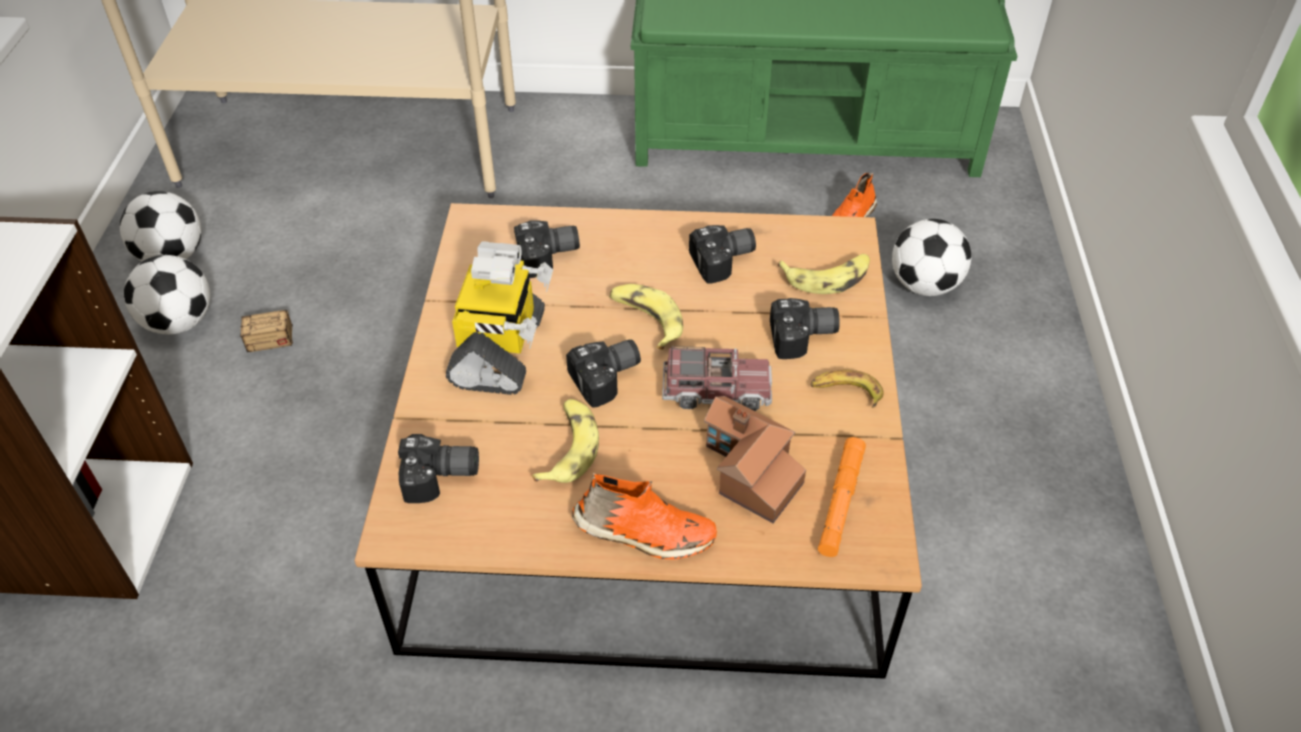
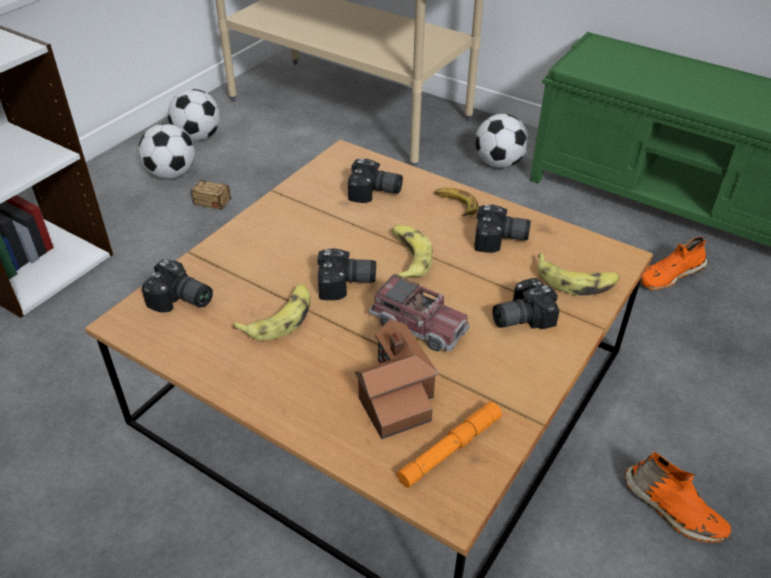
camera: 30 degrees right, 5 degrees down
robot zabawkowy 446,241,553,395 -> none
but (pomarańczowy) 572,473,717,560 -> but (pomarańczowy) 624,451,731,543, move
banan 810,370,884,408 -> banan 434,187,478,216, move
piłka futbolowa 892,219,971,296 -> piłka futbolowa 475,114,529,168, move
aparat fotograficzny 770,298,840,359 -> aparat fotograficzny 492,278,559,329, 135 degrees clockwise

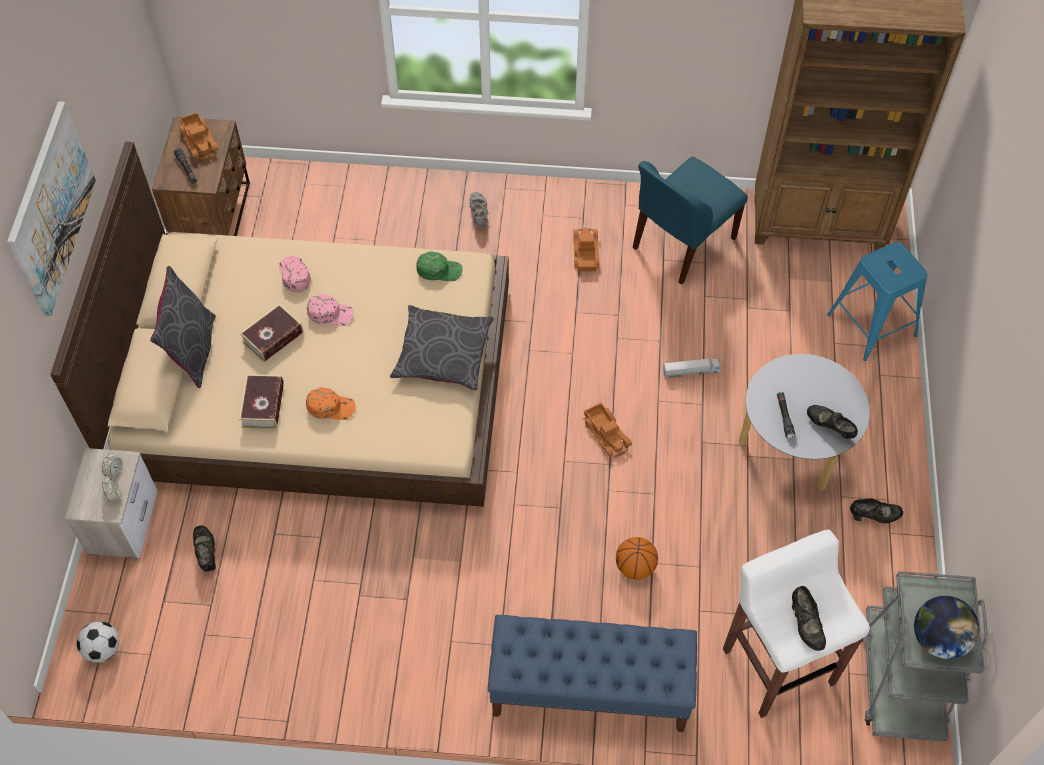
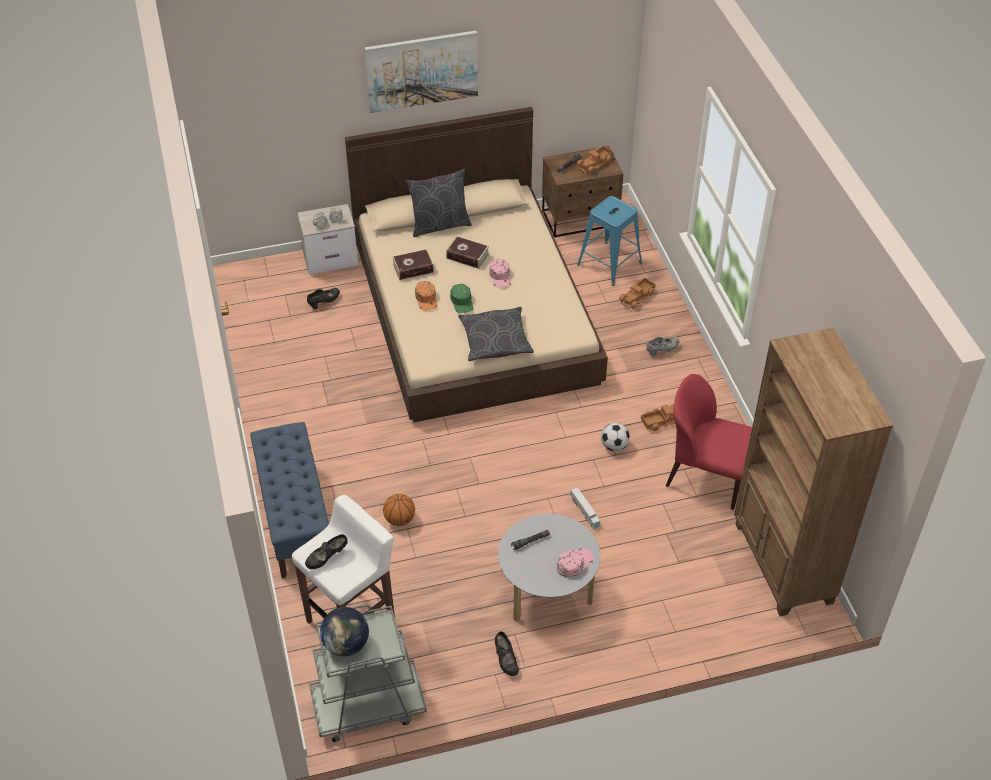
camera: 70 degrees right, 10 degrees down
but (czarny) 807,405,858,439 -> none
piłka futbolowa 77,621,119,663 -> piłka futbolowa 601,423,630,451, move
czapka z daszkiem (różowy) 279,256,311,292 -> czapka z daszkiem (różowy) 557,548,593,577, move
czapka z daszkiem (zielony) 416,251,462,281 -> czapka z daszkiem (zielony) 450,284,474,313, move
ciężarówka zabawkowa 583,403,632,457 -> ciężarówka zabawkowa 619,277,655,309, move
stołek (niebieski) 827,242,928,361 -> stołek (niebieski) 577,196,642,286, move
krzesło (niebieski) 633,157,748,285 -> krzesło (czerwony) 666,374,752,510

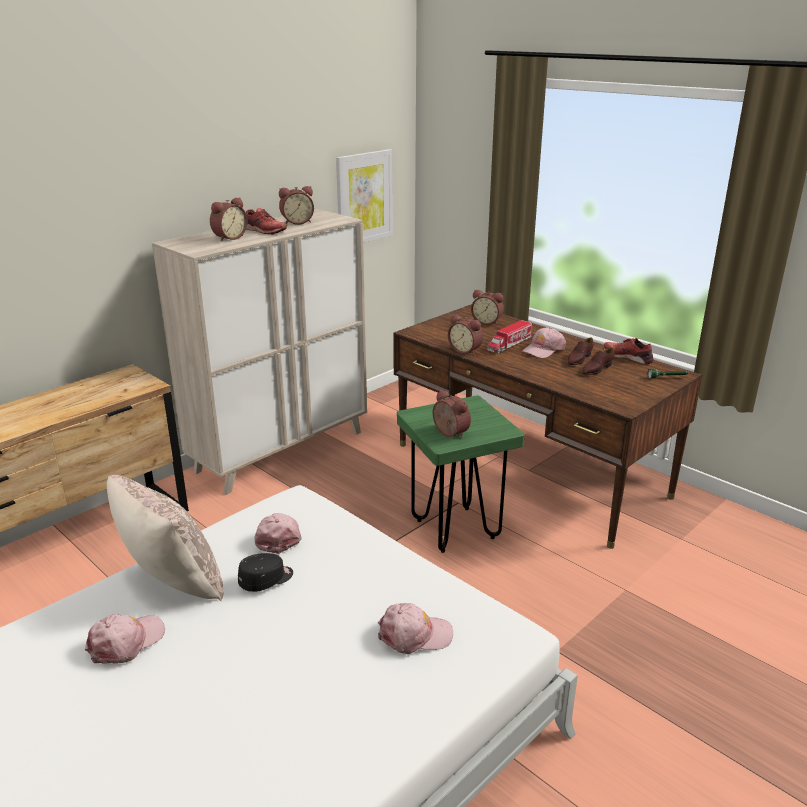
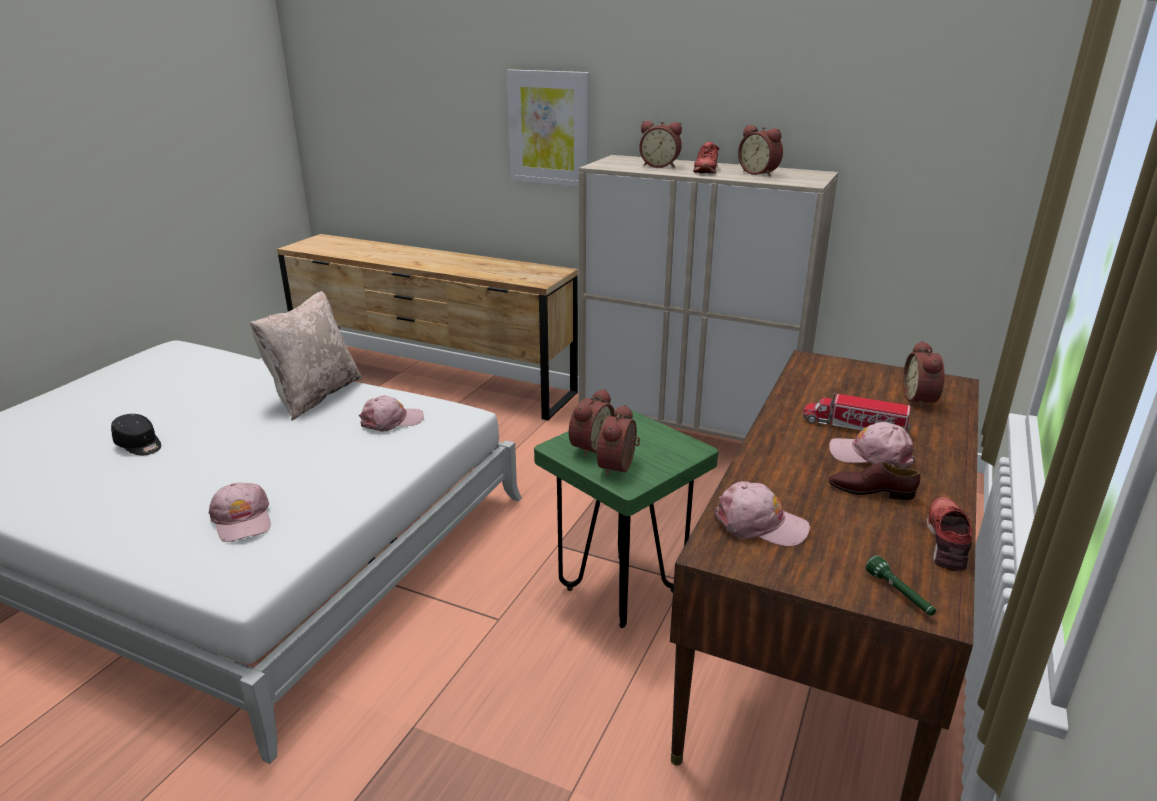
camera: 70 degrees right, 0 degrees up
but (brązowy) 582,348,614,375 -> none
czapka z daszkiem (różowy) 85,614,165,664 -> czapka z daszkiem (różowy) 714,481,811,546, move
czapka z daszkiem (czarny) 238,553,293,592 -> czapka z daszkiem (czarny) 111,414,161,455, move
obraz 336,149,393,243 -> obraz 507,69,589,187, move
budzik 448,314,483,355 -> budzik 597,404,640,477, move

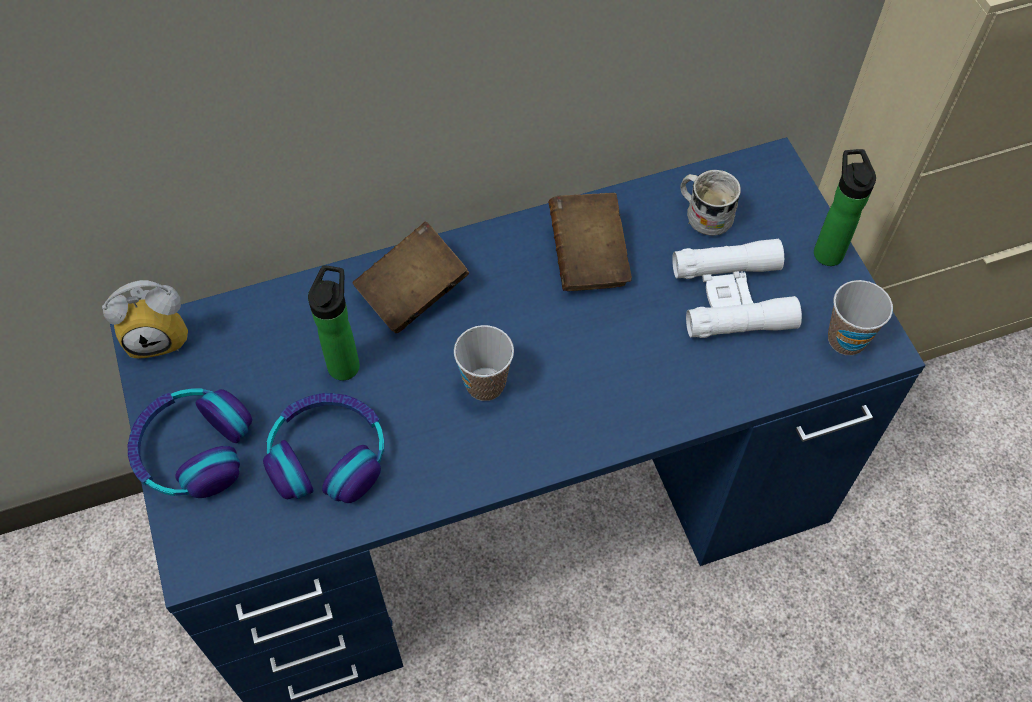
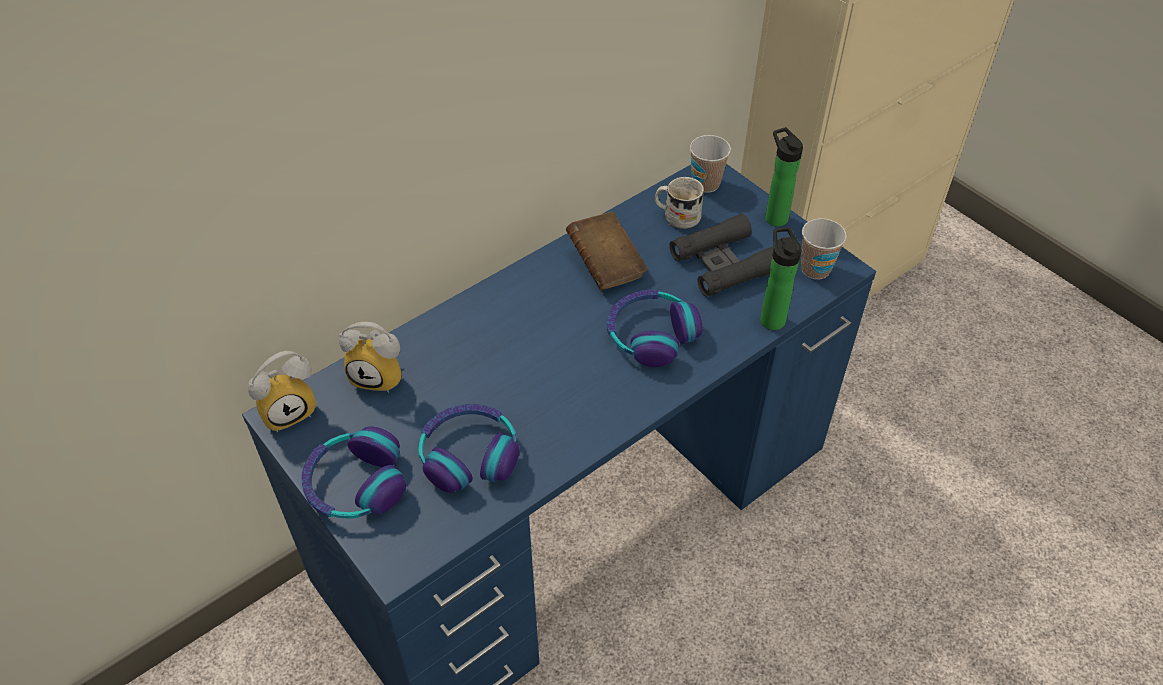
camera: 20 degrees left, 10 degrees down
książka (brązowy) 353,221,469,333 -> none
none -> budzik 339,322,401,393
none -> słuchawki 607,289,702,367
butelka 308,265,360,380 -> butelka 760,227,802,330, move
filiżanka 454,325,514,401 -> filiżanka 690,135,731,193, move
lornetka (biały) 672,239,802,338 -> lornetka (czarny) 669,214,774,297

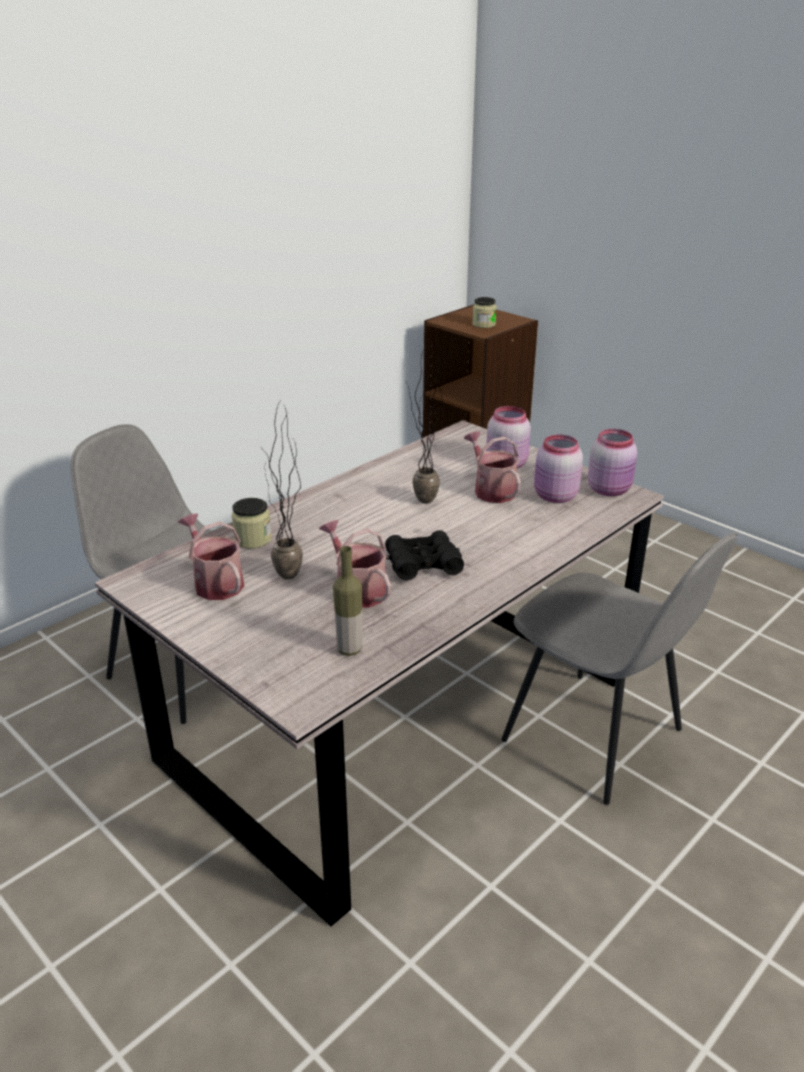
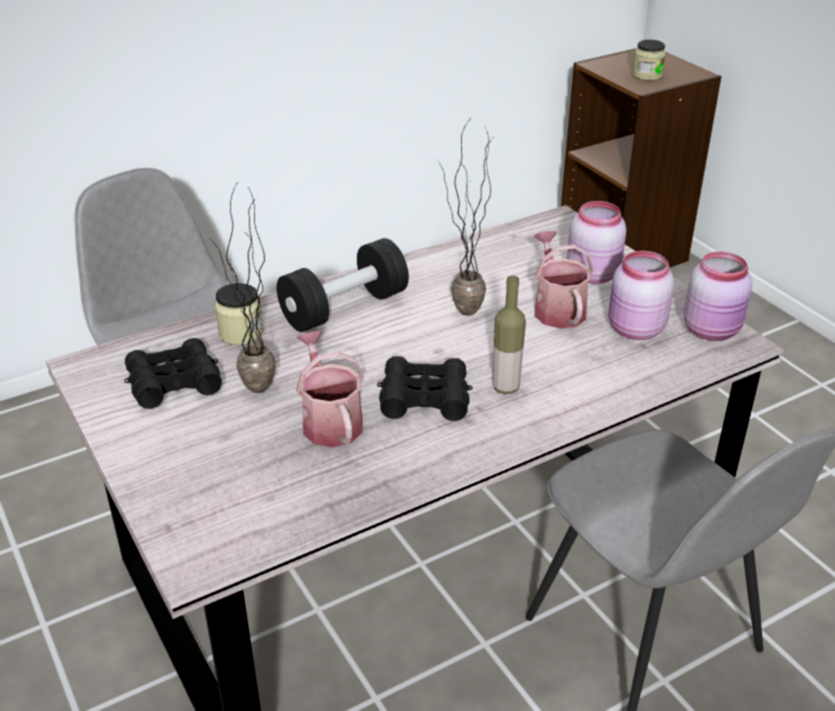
camera: 15 degrees right, 5 degrees up
none -> hantel (czarny) 277,238,409,332
butelka 333,546,362,656 -> butelka 493,276,526,394, move
konewka 178,513,244,600 -> lornetka (czarny) 124,338,222,409

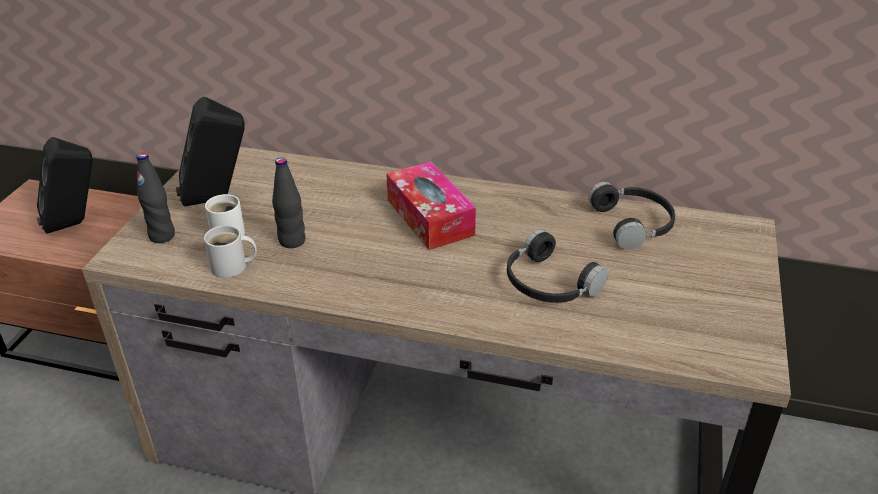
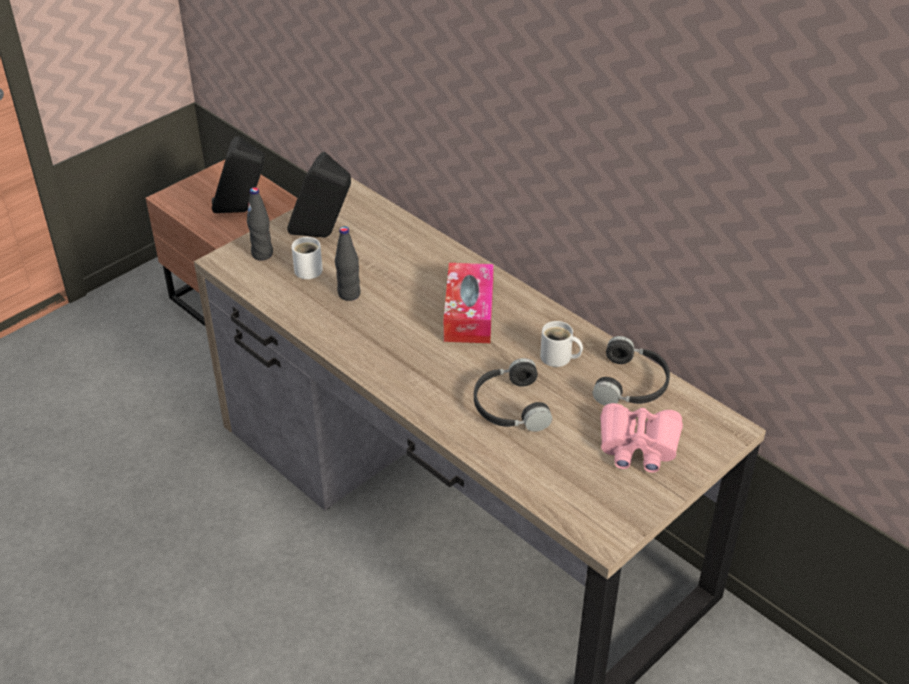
camera: 30 degrees right, 5 degrees up
none -> lornetka (różowy) 600,403,683,473
kubek (biały) 204,225,257,278 -> kubek (biały) 540,321,583,367, move

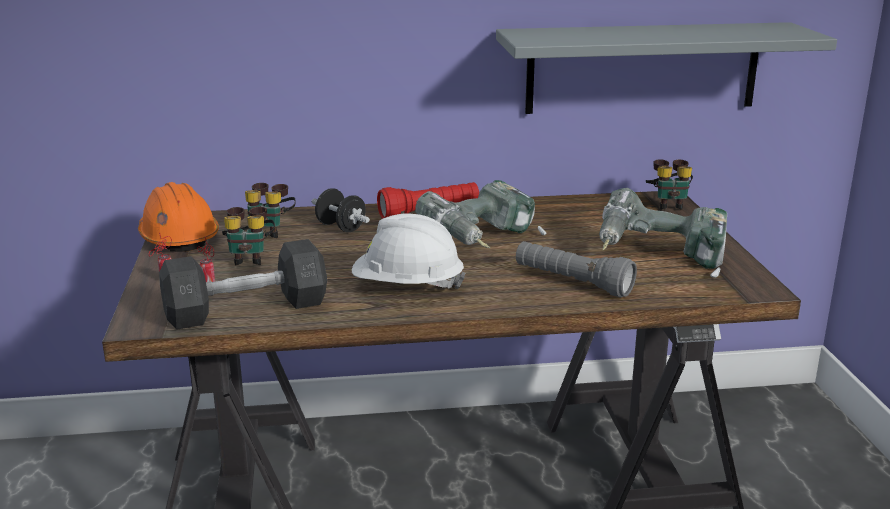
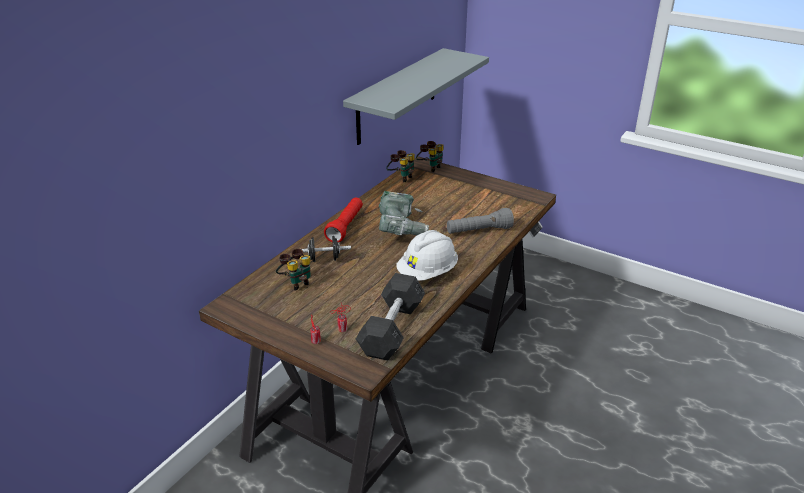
camera: 50 degrees left, 10 degrees up
kask (pomarańczowy) 138,182,219,252 -> none
wiertarka 599,188,727,278 -> none
lornetka 222,207,275,266 -> lornetka 386,150,415,182, move

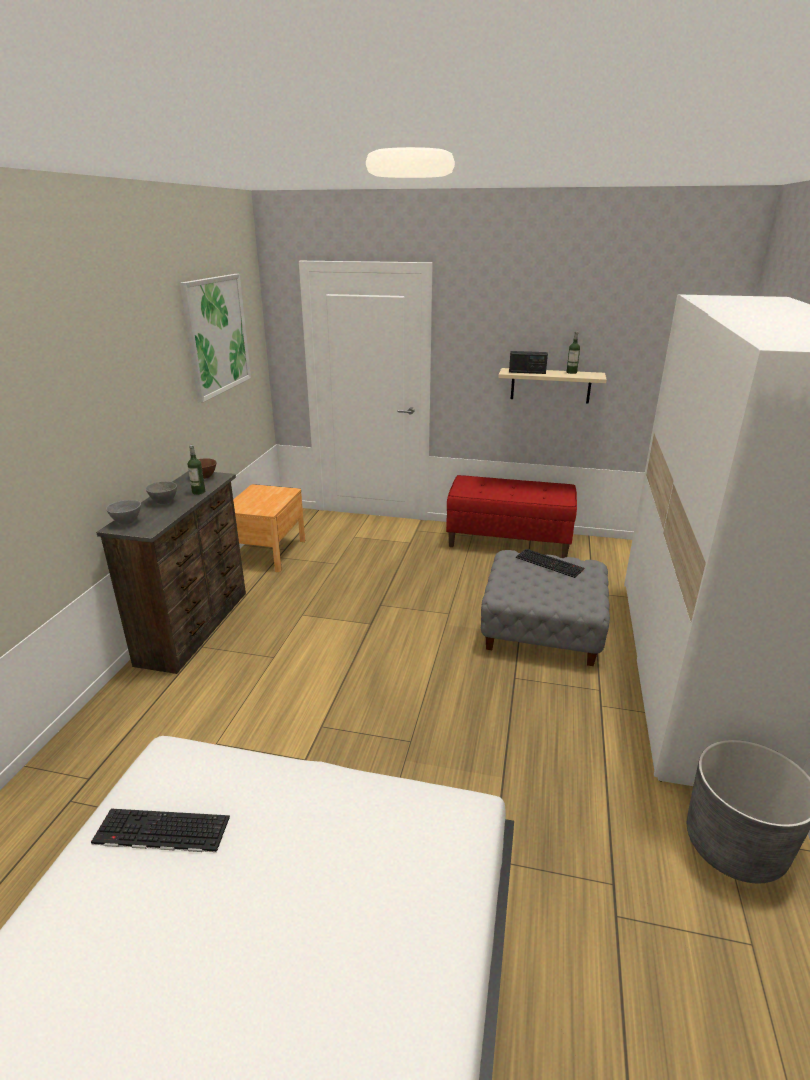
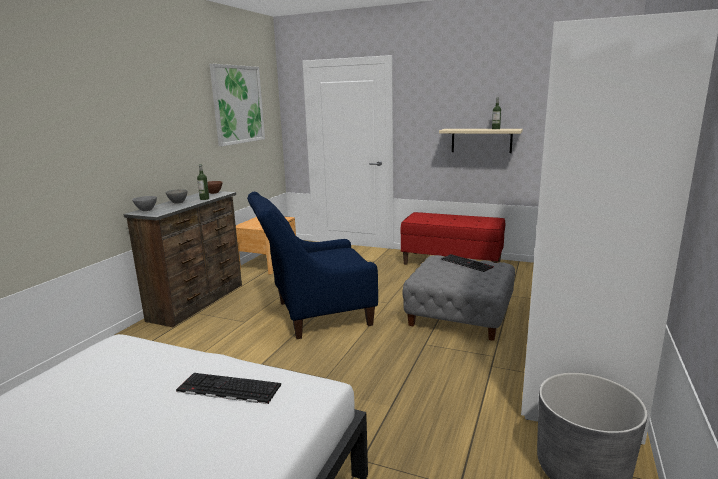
camera: 10 degrees right, 10 degrees down
radio 509,351,548,374 -> none
none -> fotel (niebieski) 247,192,378,339
klawiatura 91,809,230,852 -> klawiatura 176,373,281,404, move

